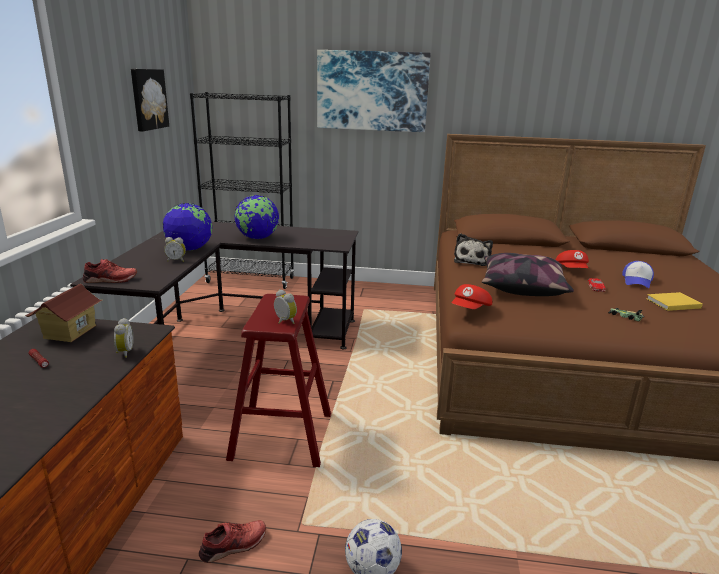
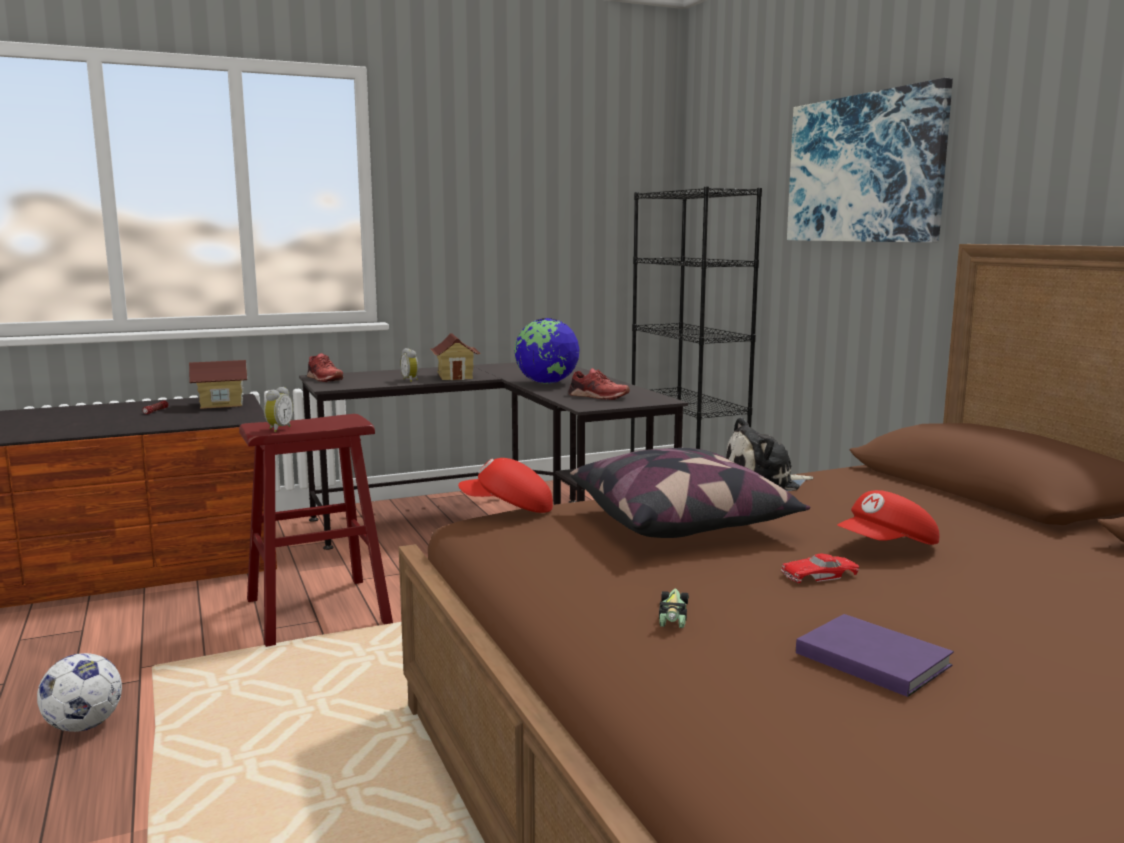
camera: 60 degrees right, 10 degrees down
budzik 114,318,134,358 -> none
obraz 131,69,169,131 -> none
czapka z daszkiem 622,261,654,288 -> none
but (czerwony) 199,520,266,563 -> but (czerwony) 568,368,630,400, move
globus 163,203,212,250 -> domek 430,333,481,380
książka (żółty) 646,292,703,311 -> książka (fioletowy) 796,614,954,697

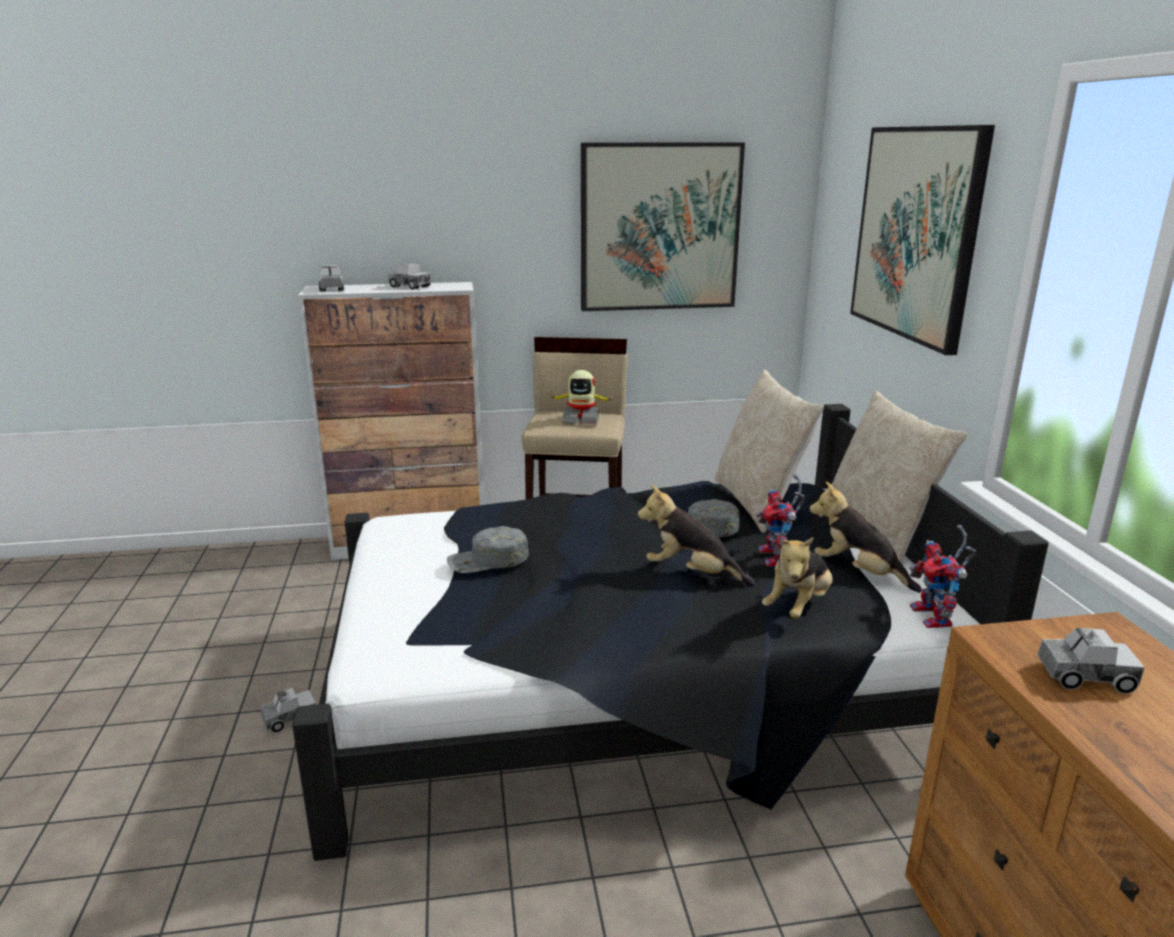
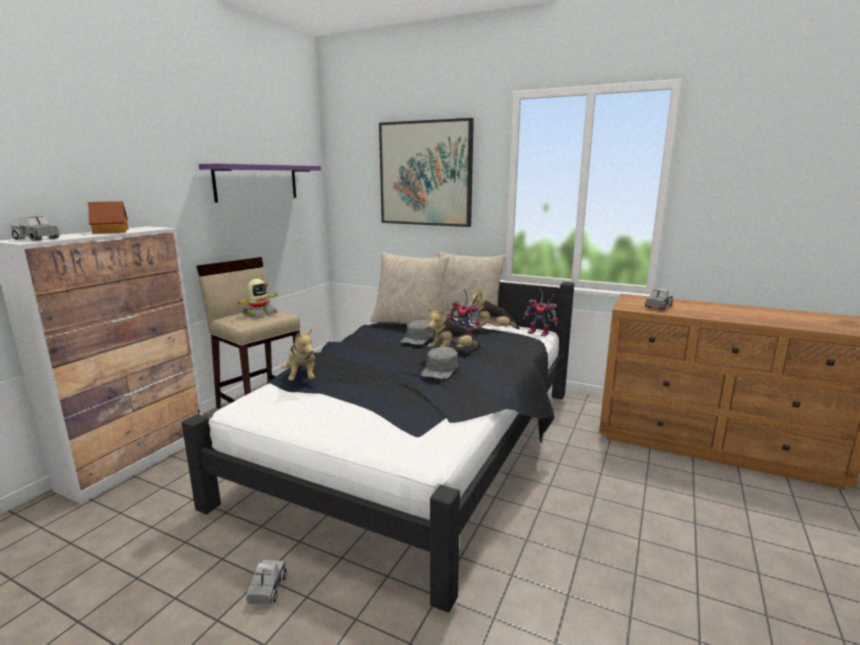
camera: 55 degrees left, 5 degrees down
czapka z daszkiem (szary) 447,526,529,573 -> czapka z daszkiem (szary) 421,346,458,379, move
pluszak 762,537,833,619 -> pluszak 281,328,315,380, move
ciężarówka zabawkowa 388,263,431,290 -> domek 88,201,128,234
obraz 581,142,745,311 -> półka (fioletowy) 199,164,321,203

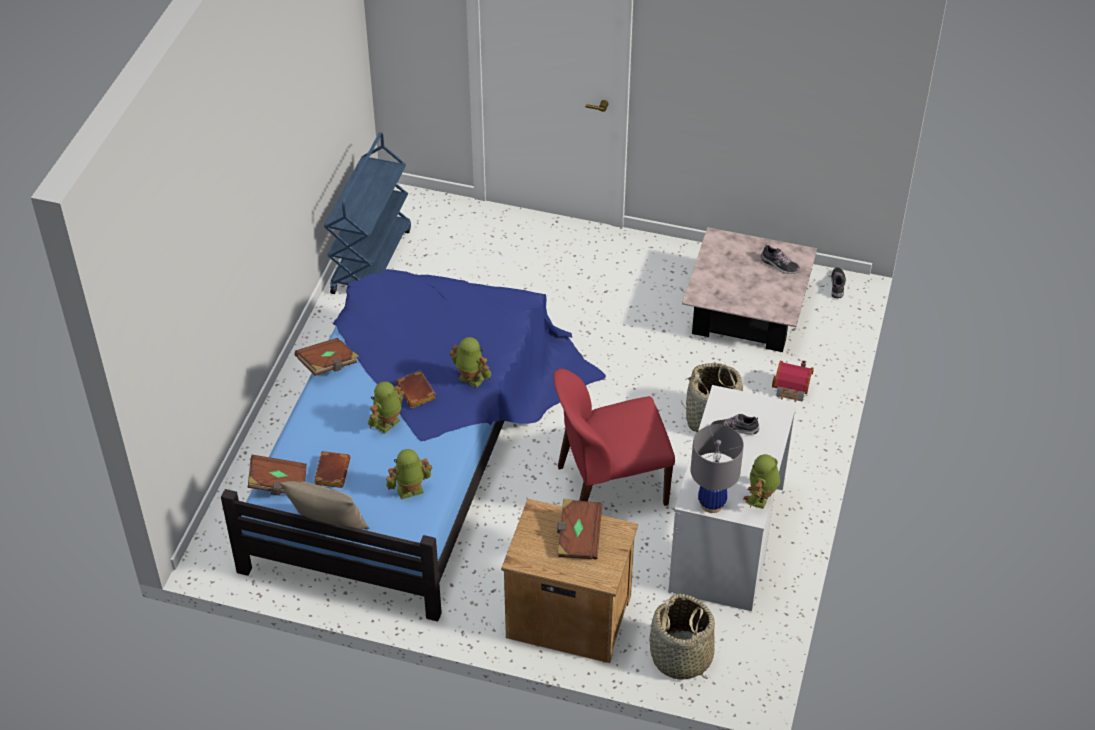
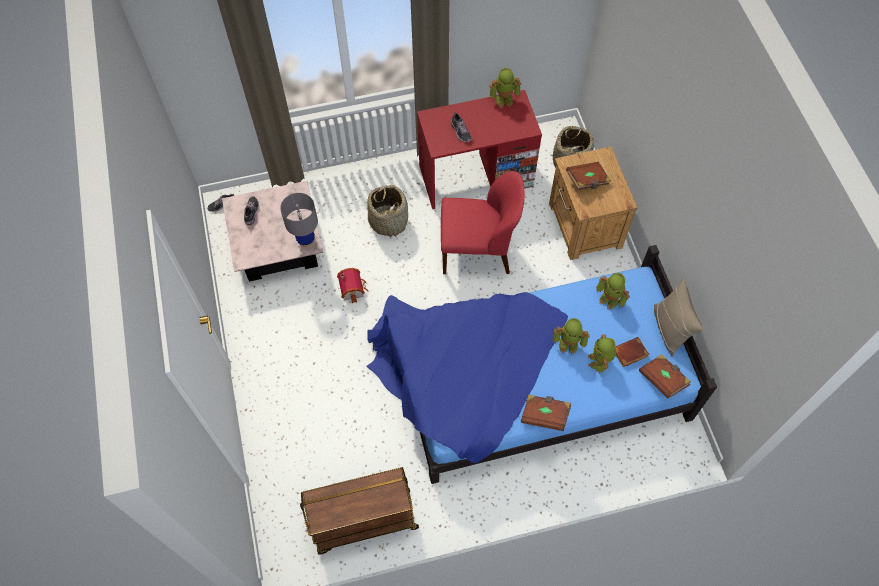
camera: 120 degrees left, 15 degrees up
książka (brązowy) 395,370,436,408 -> none
robot zabawkowy 449,337,491,388 -> robot zabawkowy 588,335,616,374, move
lampa stołowa (szary) 691,425,744,513 -> lampa stołowa (szary) 280,193,318,247, move
domek 772,360,814,402 -> domek 337,268,368,303, move
wózek (niebieski) 324,132,411,294 -> wózek (brązowy) 300,467,419,554
biurko (biały) 669,385,797,611 -> biurko (czerwony) 417,90,542,209
krzesło (czerwony) 554,369,675,506 -> krzesło (czerwony) 441,171,525,274, 45 degrees counterclockwise

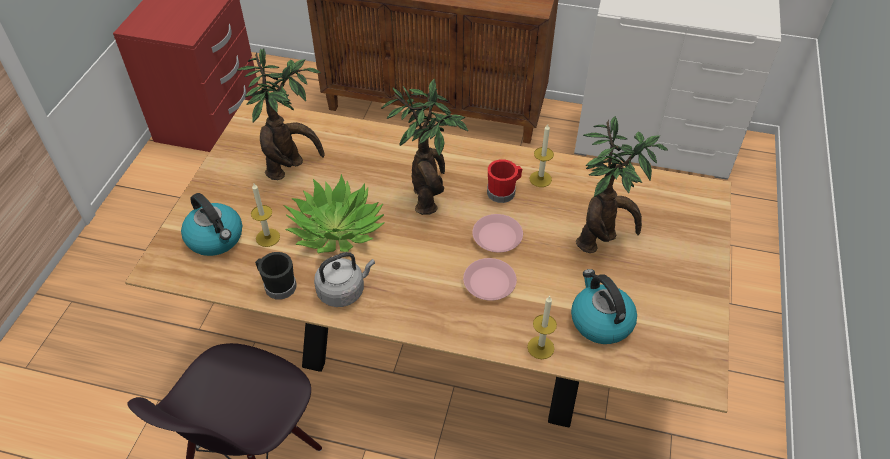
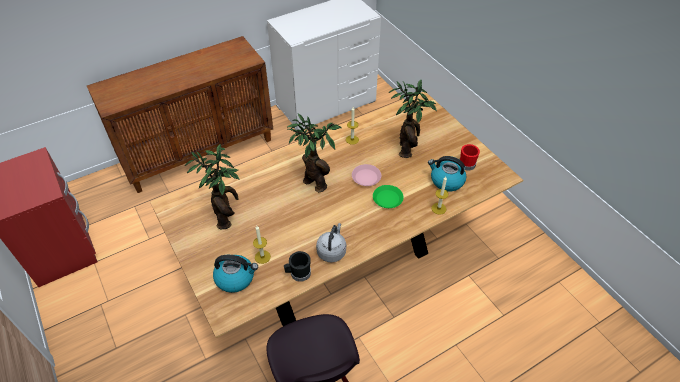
camera: 45 degrees left, 0 degrees up
roślina doniczkowa 283,174,384,254 -> none
kubek (czerwony) 487,159,522,203 -> kubek (czerwony) 459,144,480,170, move
talerz (różowy) 463,258,517,301 -> talerz (zielony) 373,185,404,208

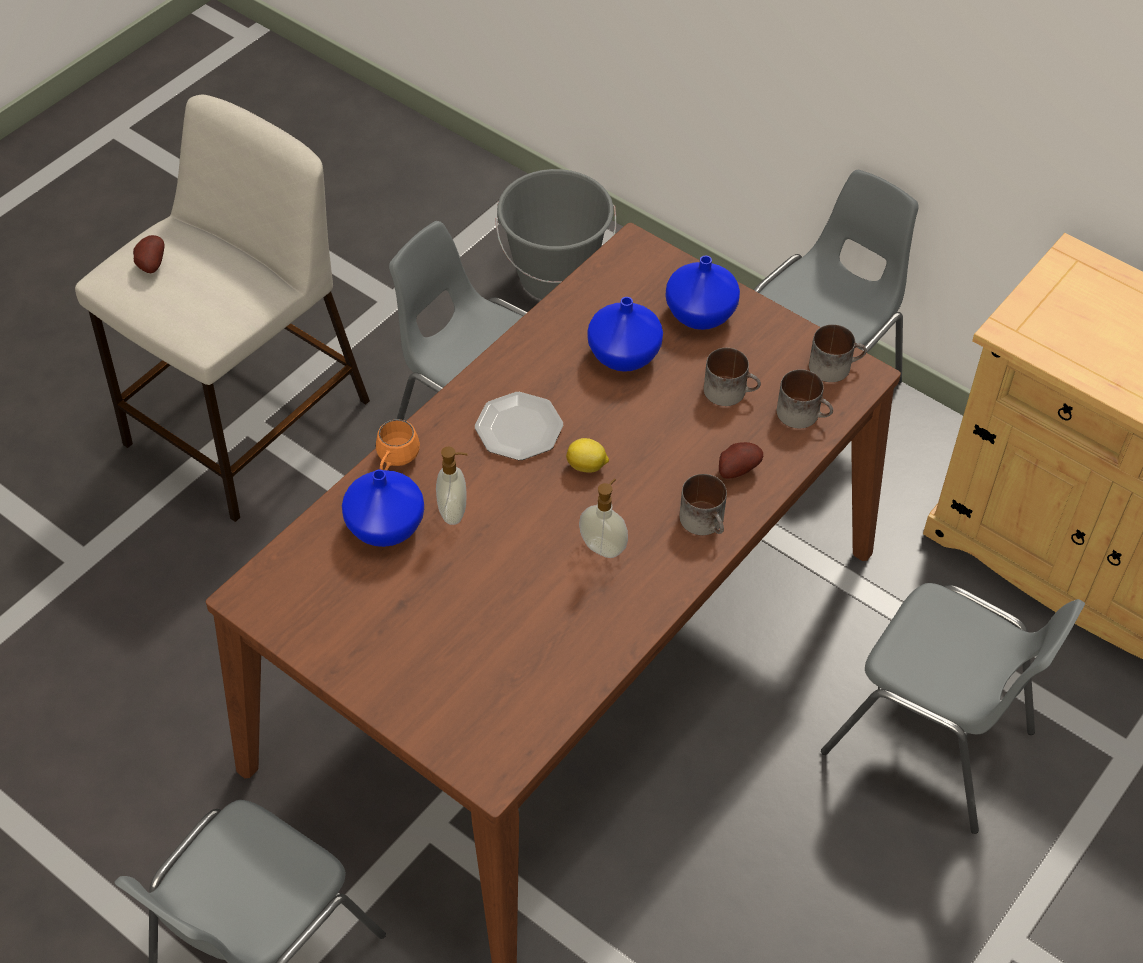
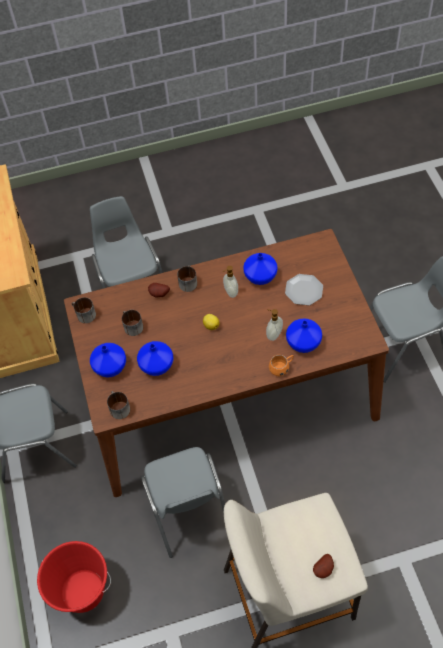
camera: 140 degrees left, 5 degrees up
none -> wazon (niebieski) 243,253,278,285
talerz 475,392,563,460 -> talerz 285,274,323,305, move
kubek 777,369,833,428 -> kubek 107,391,130,419, move
wiadro (szary) 495,169,616,299 -> wiadro (czerwony) 37,541,111,613

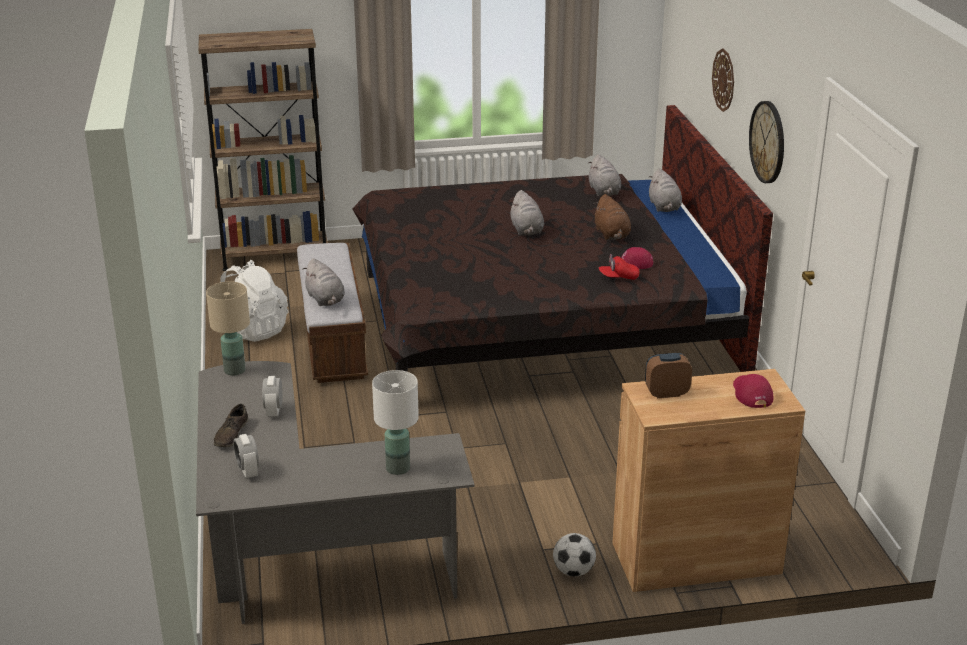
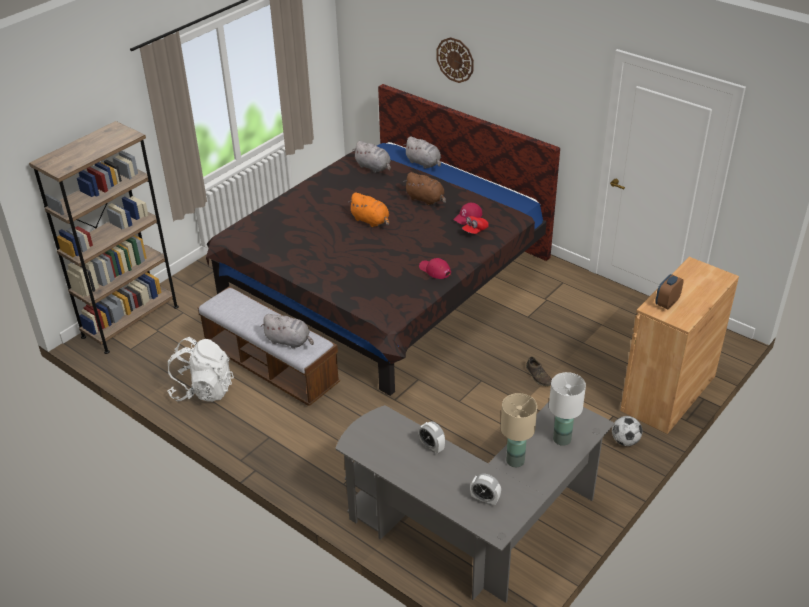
camera: 40 degrees left, 10 degrees up
zegar ścienny 749,101,784,183 -> none
lampa stołowa (beżowy) 206,281,250,376 -> lampa stołowa (beżowy) 501,393,537,467, move
but (brązowy) 214,404,248,447 -> but (brązowy) 526,357,552,386, move
czapka z daszkiem (czerwony) 733,374,773,408 -> czapka z daszkiem (czerwony) 419,258,451,279, move
pluszak (szary) 510,190,544,236 -> pluszak (pomarańczowy) 348,193,389,227

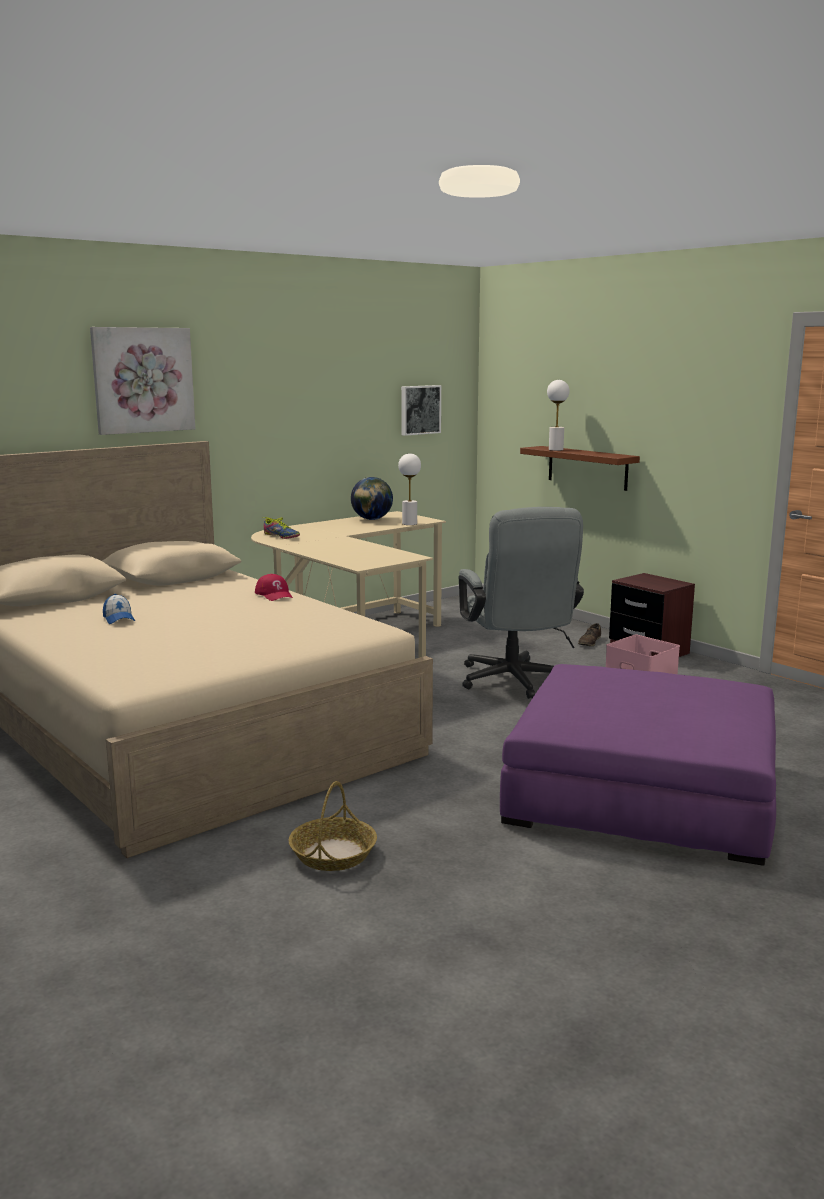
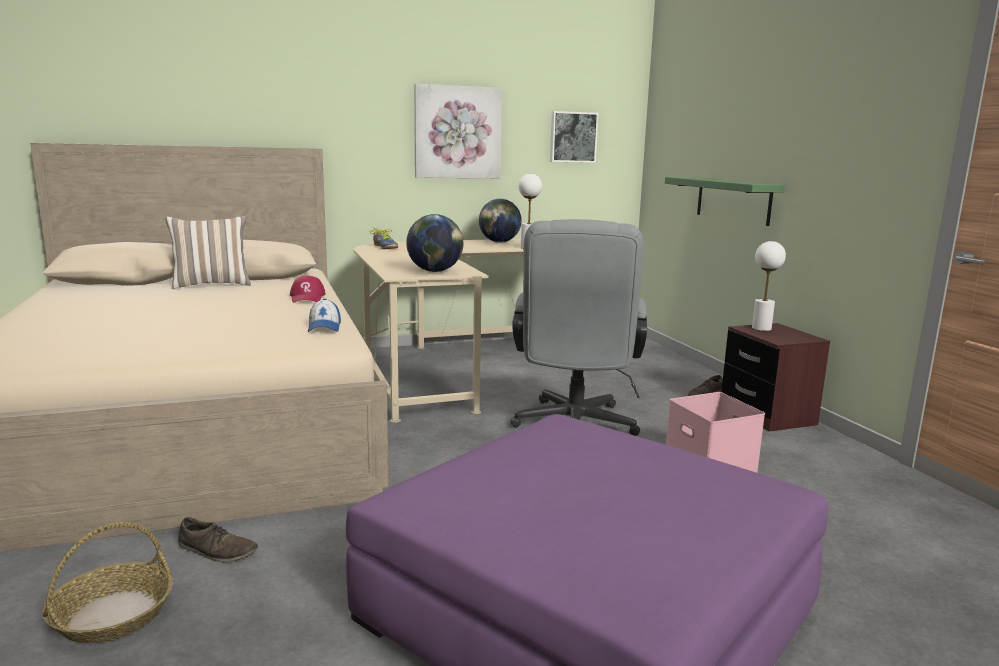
camera: 20 degrees right, 0 degrees up
none -> poduszka 165,216,251,289
none -> but (brązowy) 178,517,258,562
none -> globus 406,214,464,272
obraz 90,327,195,435 -> obraz 414,84,502,178, move
czapka z daszkiem 103,594,135,624 -> czapka z daszkiem 308,299,341,332, move
lampa stołowa (biały) 547,380,570,451 -> lampa stołowa (biały) 752,241,786,331, move
półka (brązowy) 520,446,640,491 -> półka (zielony) 665,177,785,226

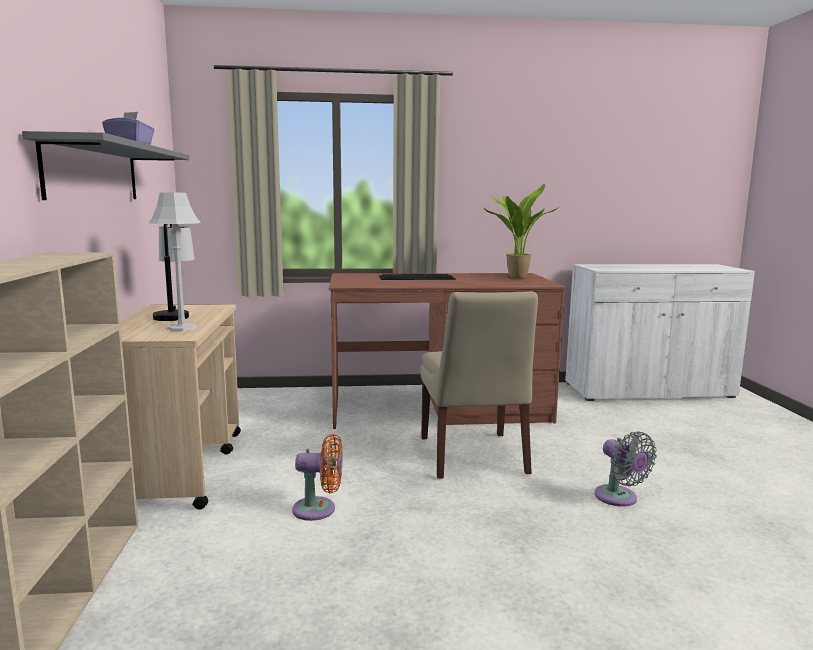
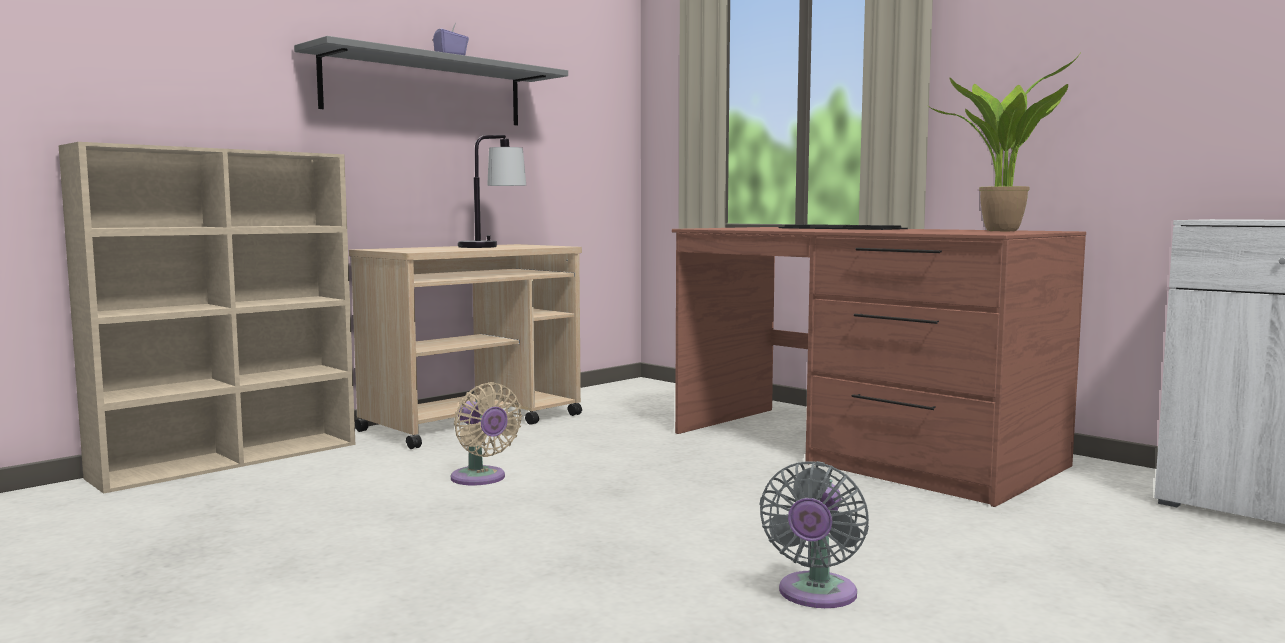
camera: 50 degrees right, 5 degrees down
lampa stołowa (szary) 149,192,201,331 -> none
krzesło (beżowy) 420,291,538,479 -> none
wentylator (pomarańczowy) 292,434,343,521 -> wentylator (beżowy) 451,382,522,485

